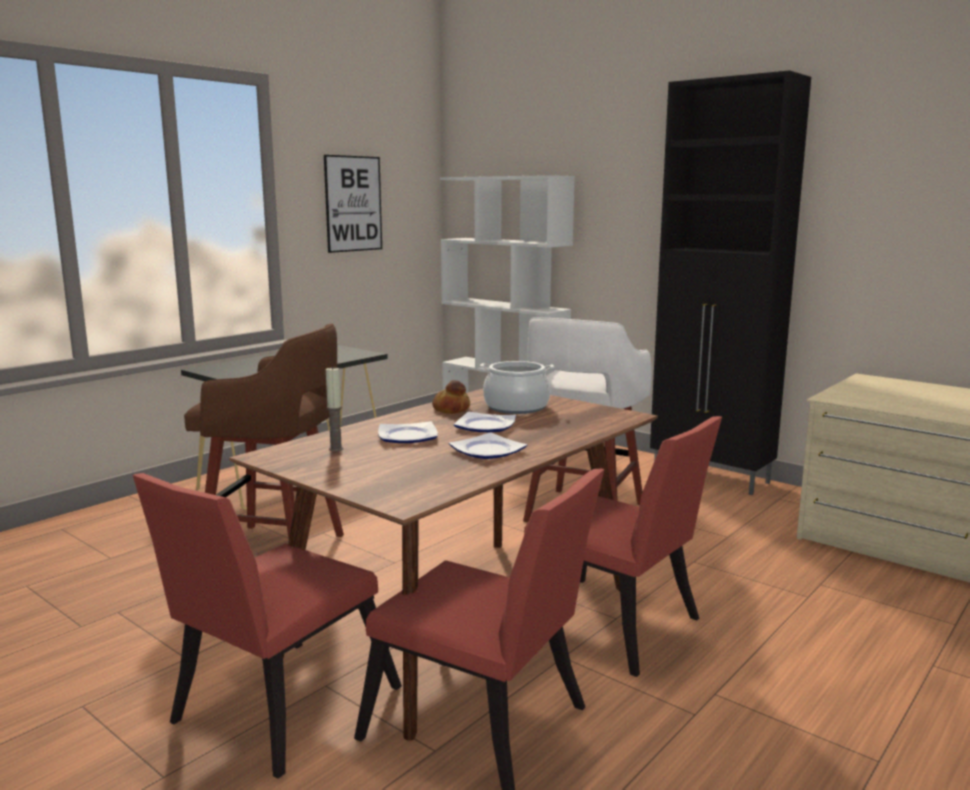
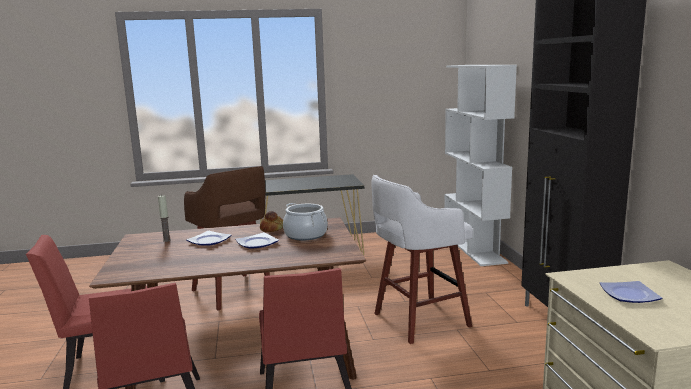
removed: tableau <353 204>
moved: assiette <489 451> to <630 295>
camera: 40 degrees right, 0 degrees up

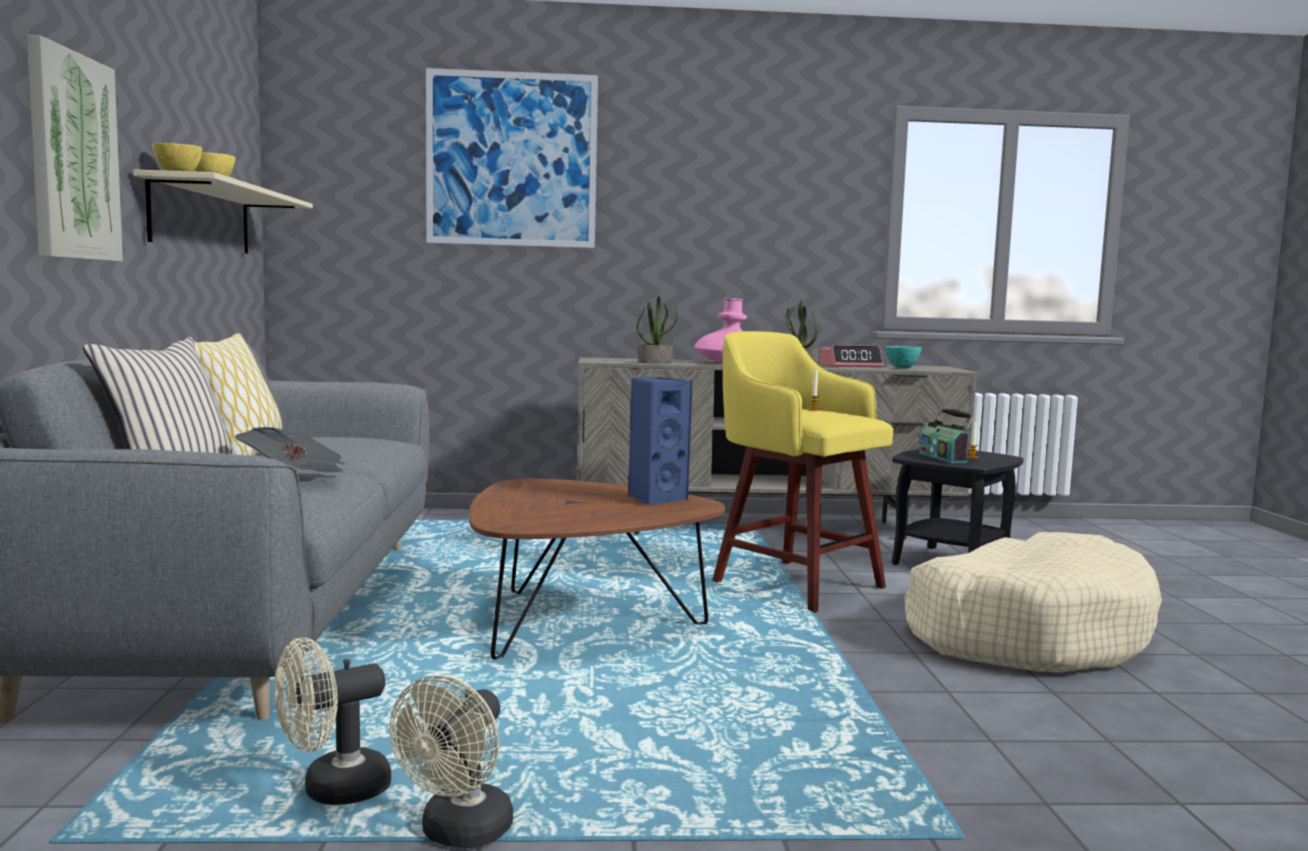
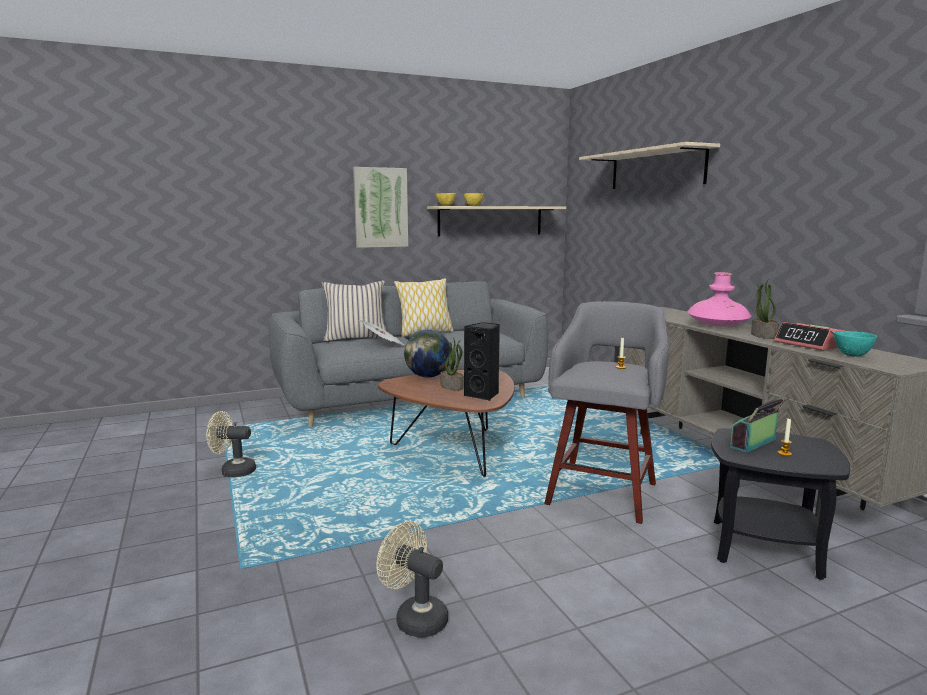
removed: panier pour chien (beige) <1027 633>
added: globe <428 377>
moved: ventilateur (beige) <333 791> to <414 618>; plante en pot <655 362> to <452 387>
replaced: tableau <512 159> to étagère (beige) <656 169>
recoloured: enceinte (bleu) <655 498> to enceinte (noir) <483 395>; tabouret (jaune) <794 583> to tabouret (gris) <603 491>
camera: 70 degrees right, 5 degrees up

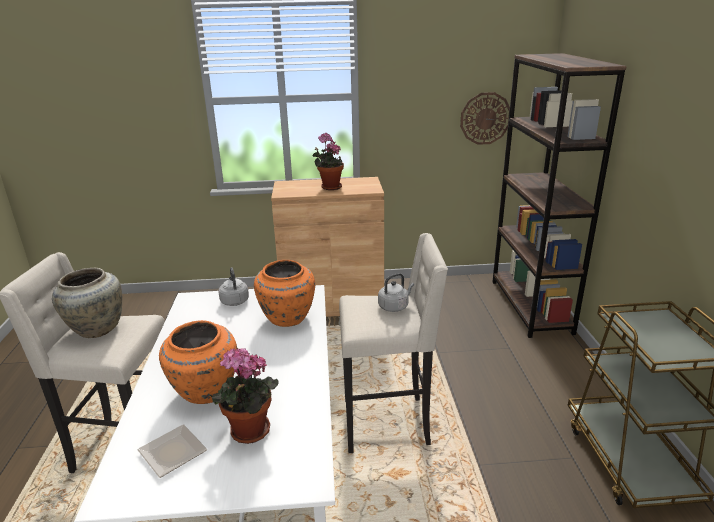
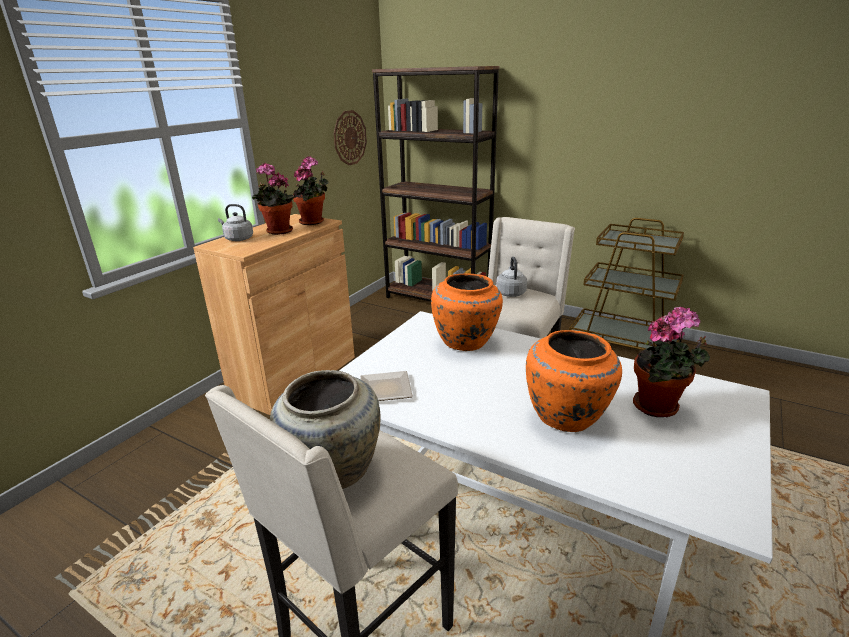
added: plante en pot <314 222>
moved: assiette <173 451> to <384 388>; bouilloire (gris) <234 300> to <238 239>
camera: 55 degrees left, 0 degrees up

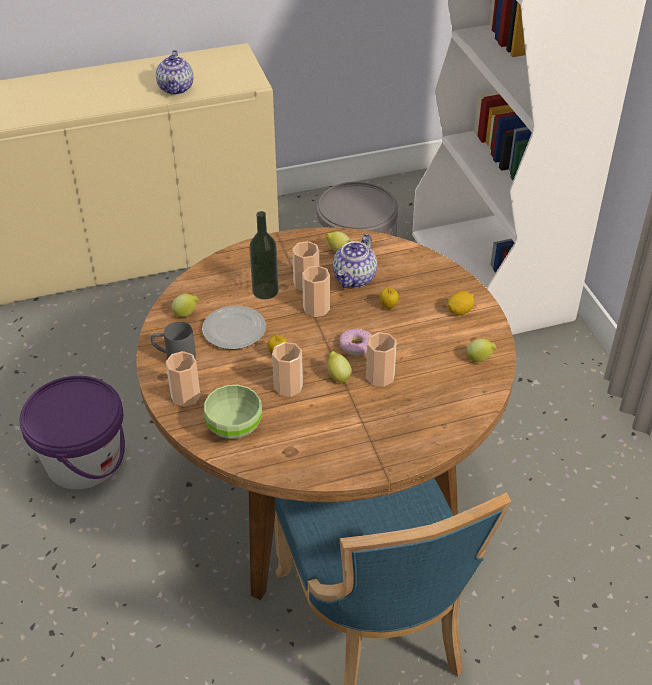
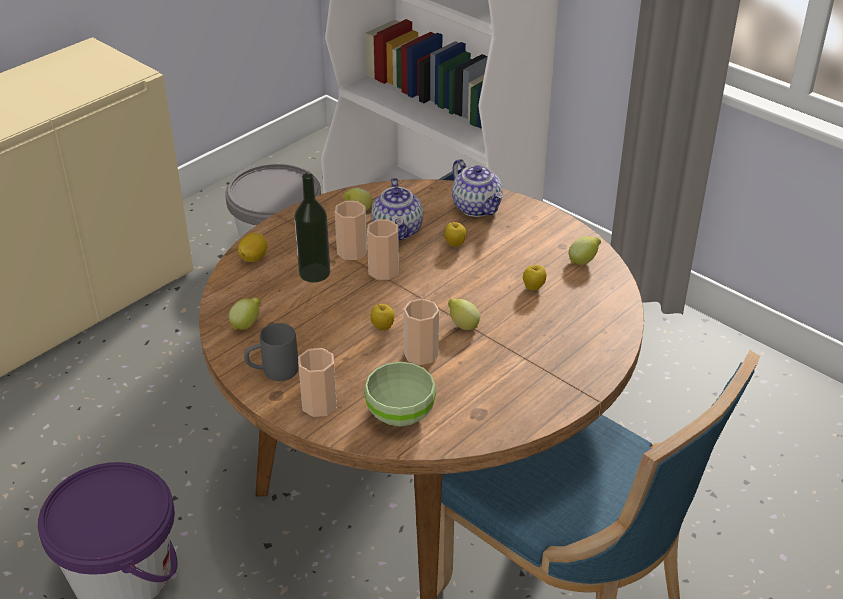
removed: assiette <233 330>; beignet <356 346>; tasse <380 376>
added: pomme <533 288>
moved: théière <176 88> to <477 207>; citron <459 311> to <253 257>
camera: 30 degrees left, 5 degrees down

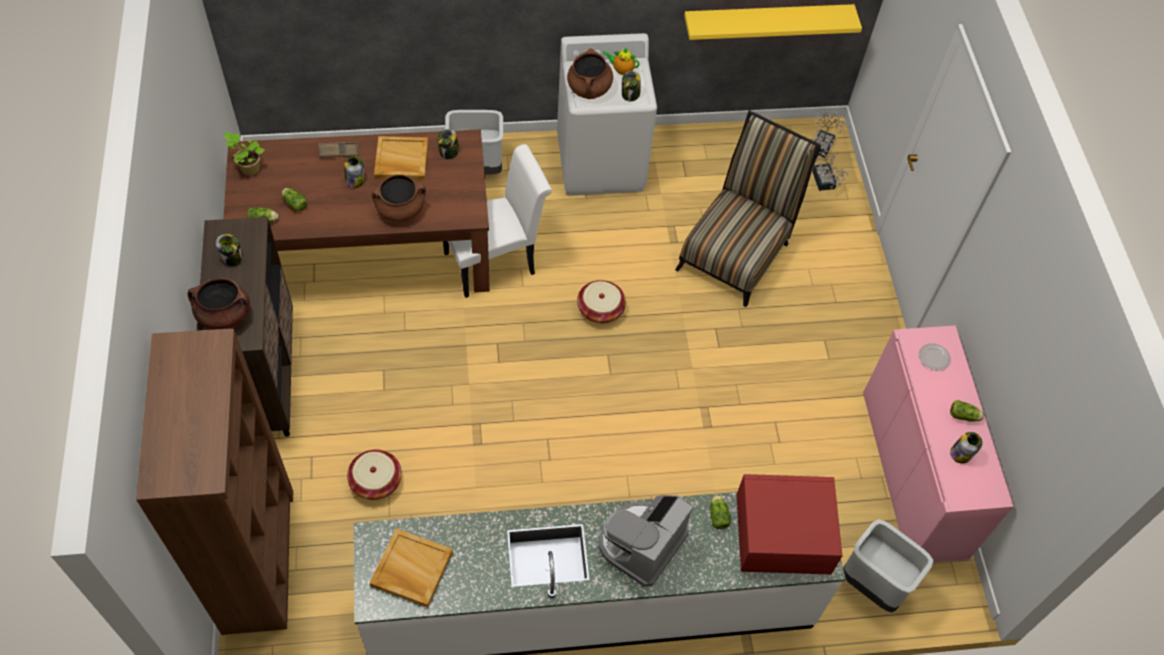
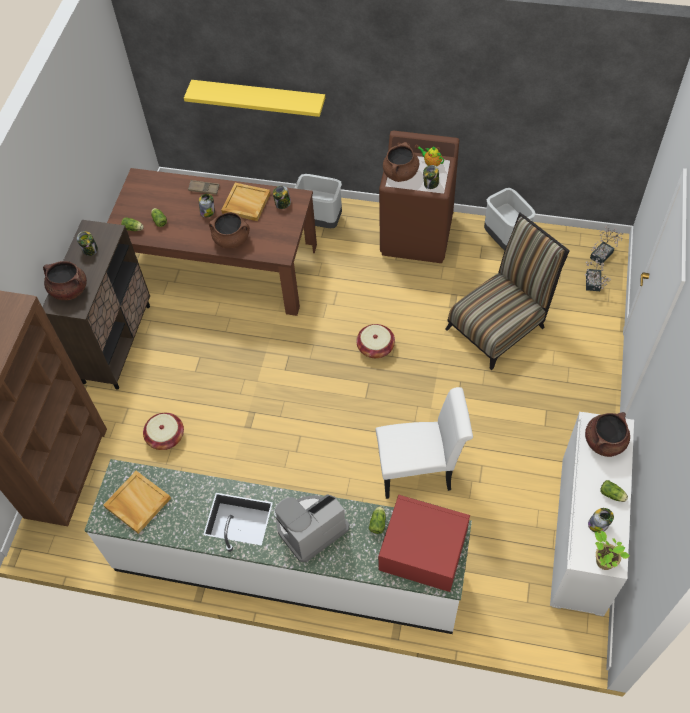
moved: plante en pot <249 168> to <603 560>; chaise (blanc) <496 261> to <420 470>; étagère (jaune) <767 19> to <259 96>; poubelle (gris) <874 584> to <506 240>
replaced: assiette <933 358> to marmite (marron) <604 441>
recoloured: lave-linge (blanc) <601 163> to lave-linge (marron) <417 235>; meuble de rangement (rose) <913 474> to meuble de rangement (blanc) <581 534>
camera: 25 degrees right, 0 degrees up

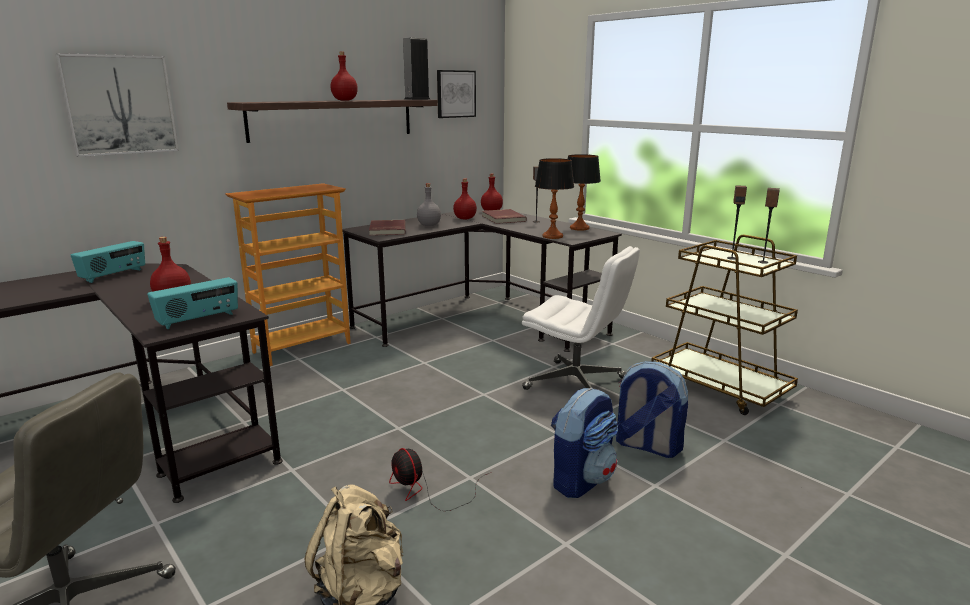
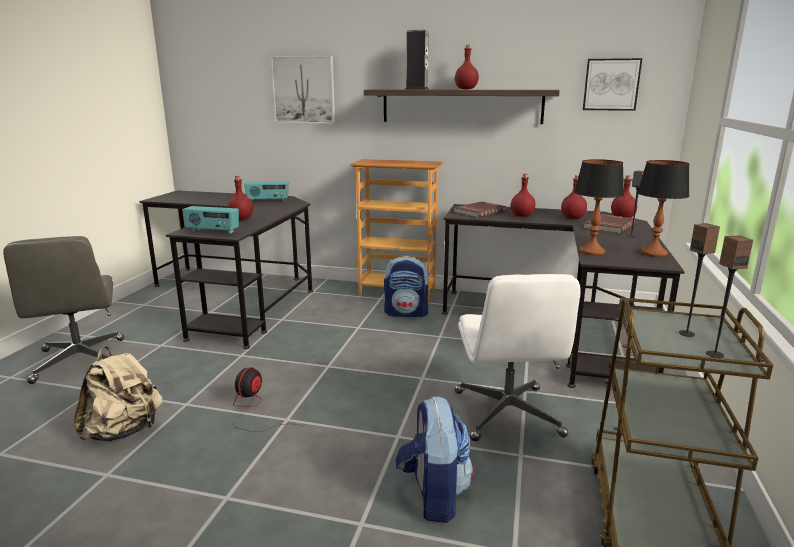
moved: enceinte <417 99> to <416 89>; sac à dos <581 479> to <407 313>
recoloured: bouteille (gris) <429 225> to bouteille (rouge) <522 216>
camera: 55 degrees right, 0 degrees up

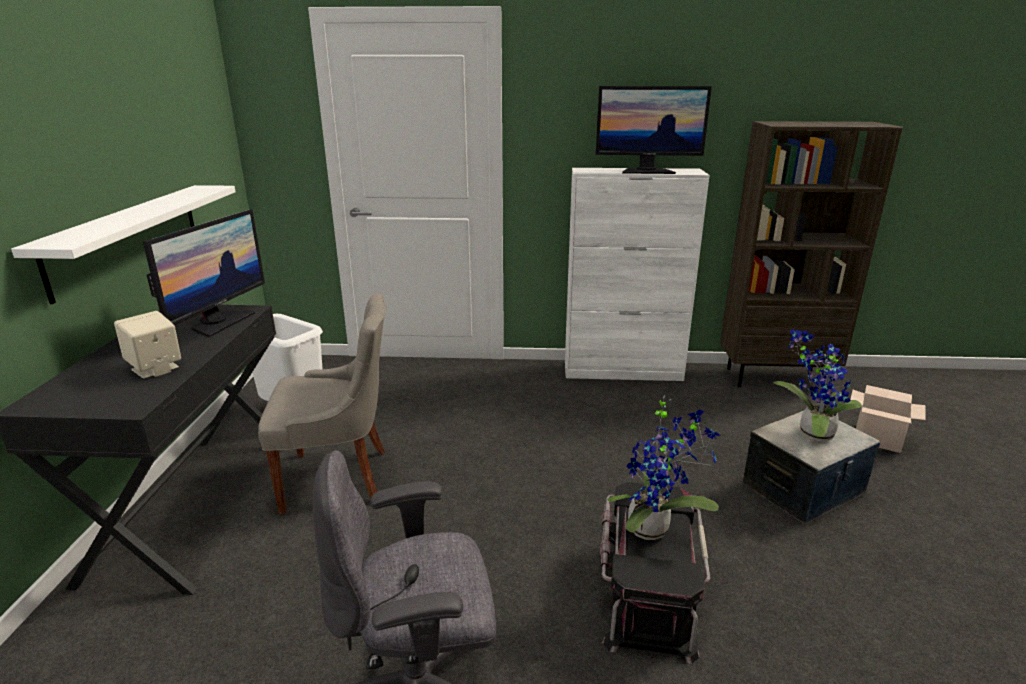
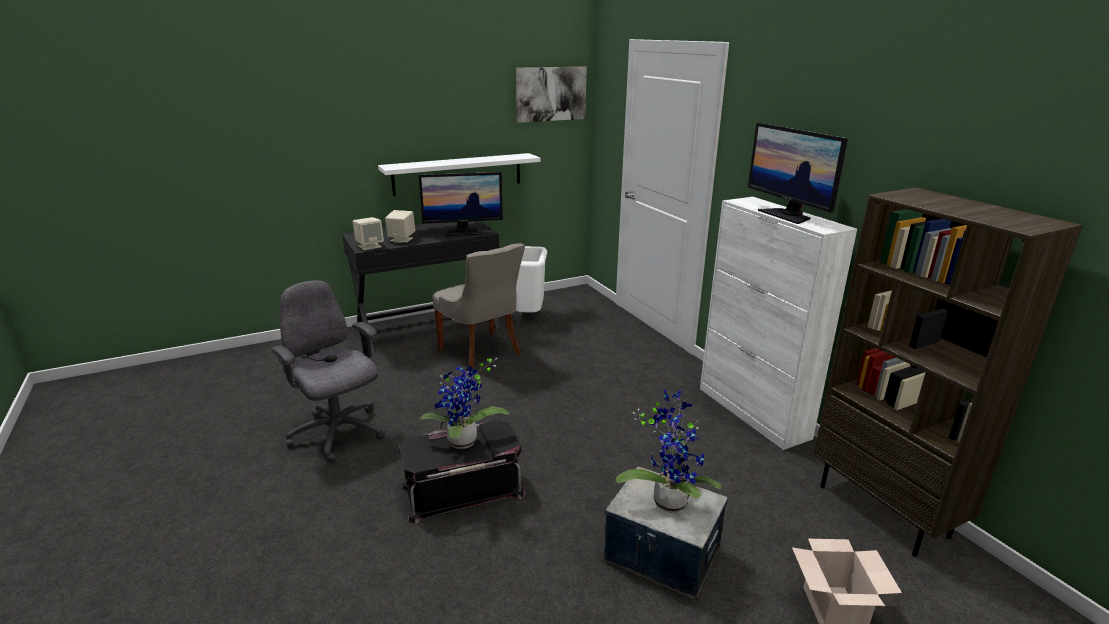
added: enceinte (beige) <369 246>; tableau <550 94>
camera: 60 degrees right, 0 degrees up

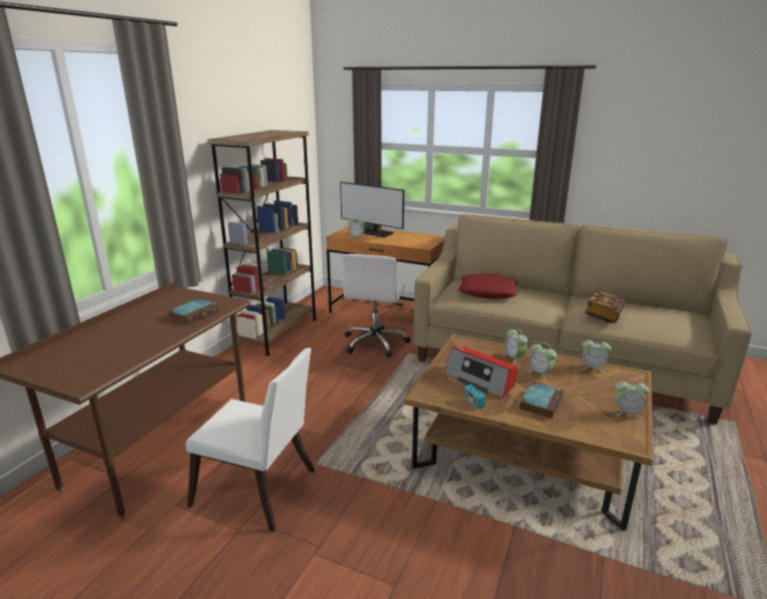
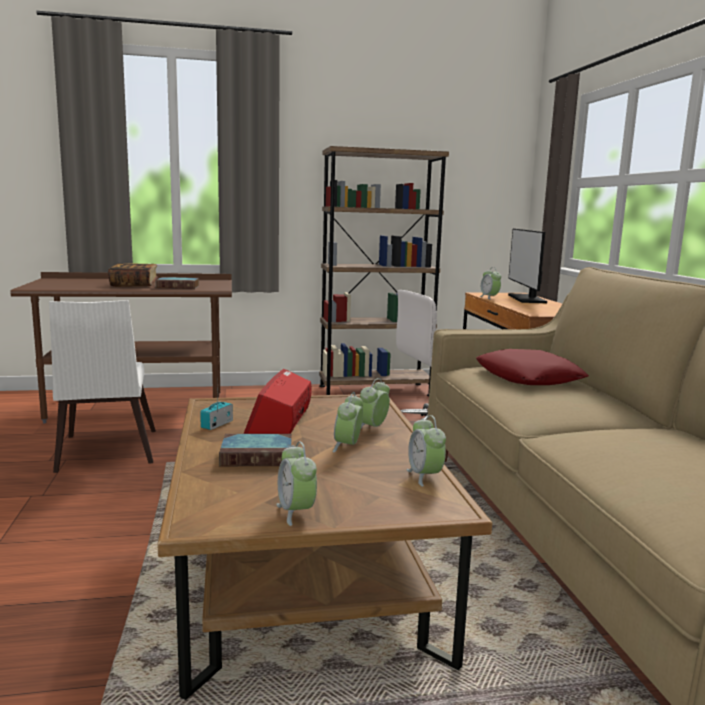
moved: livre <603 315> to <134 285>
camera: 55 degrees right, 10 degrees down

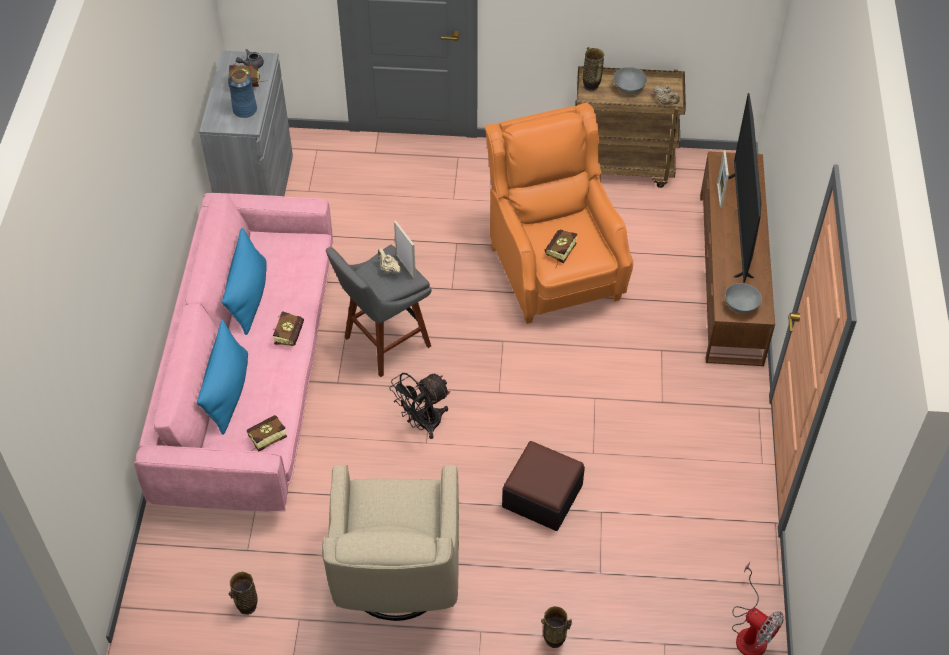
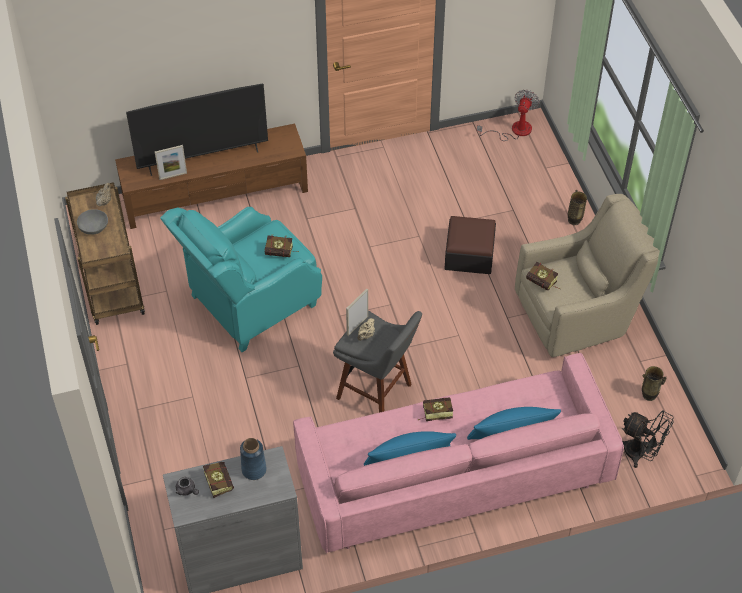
removed: vase <591 86>; bol (gris) <741 306>
moved: livre <264 440> to <543 284>; ventilateur (noir) <423 423> to <640 454>
recoloured: fauteuil (orange) <553 269> to fauteuil (turquoise) <250 303>
camera: 110 degrees left, 0 degrees up

